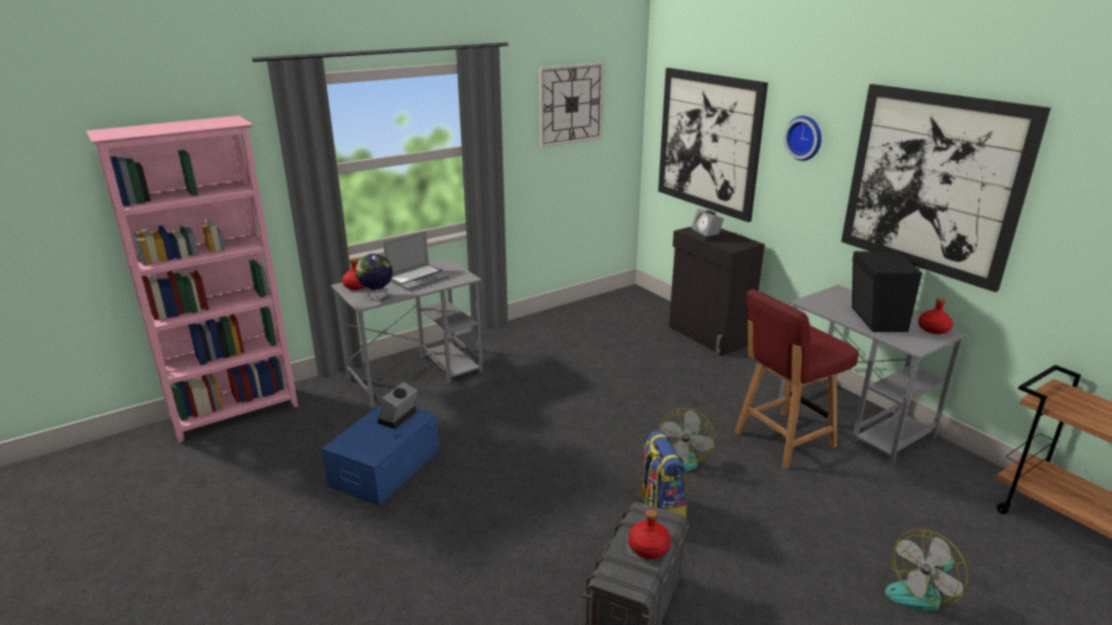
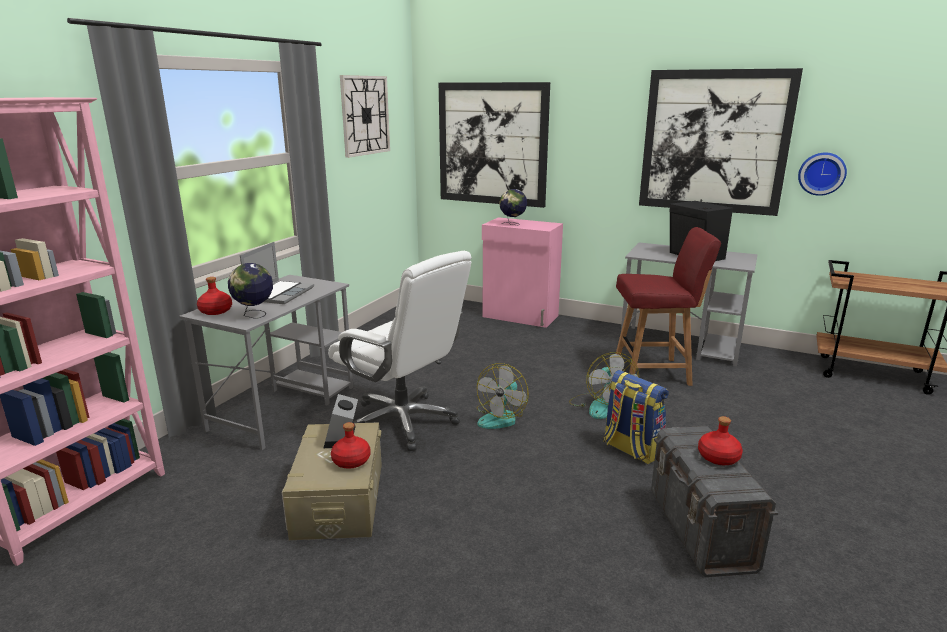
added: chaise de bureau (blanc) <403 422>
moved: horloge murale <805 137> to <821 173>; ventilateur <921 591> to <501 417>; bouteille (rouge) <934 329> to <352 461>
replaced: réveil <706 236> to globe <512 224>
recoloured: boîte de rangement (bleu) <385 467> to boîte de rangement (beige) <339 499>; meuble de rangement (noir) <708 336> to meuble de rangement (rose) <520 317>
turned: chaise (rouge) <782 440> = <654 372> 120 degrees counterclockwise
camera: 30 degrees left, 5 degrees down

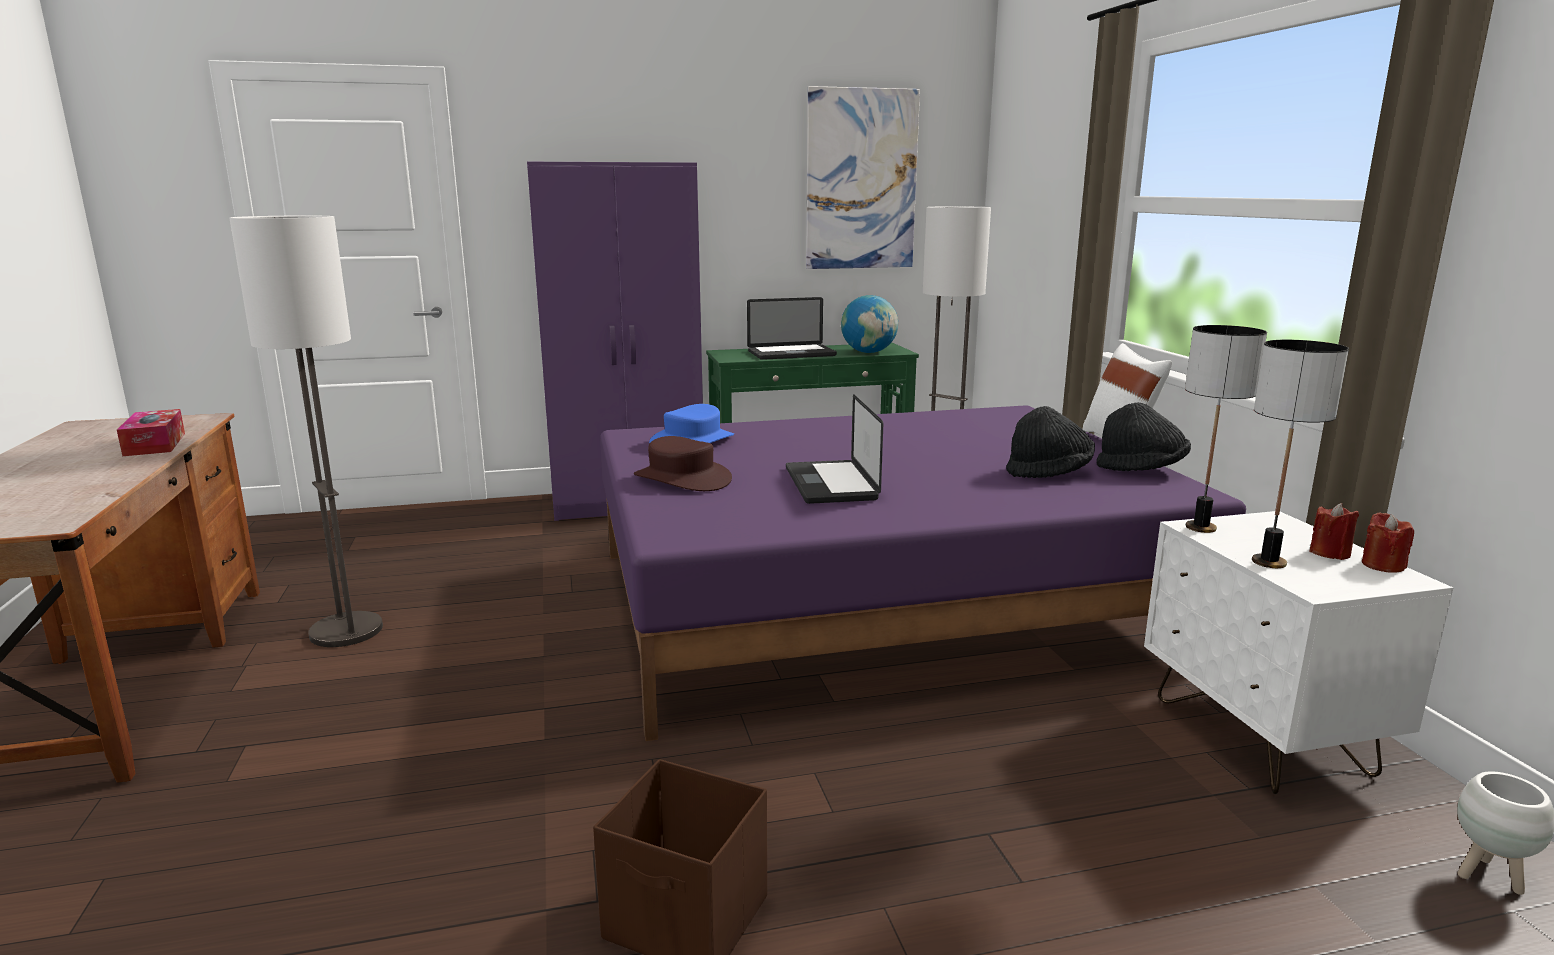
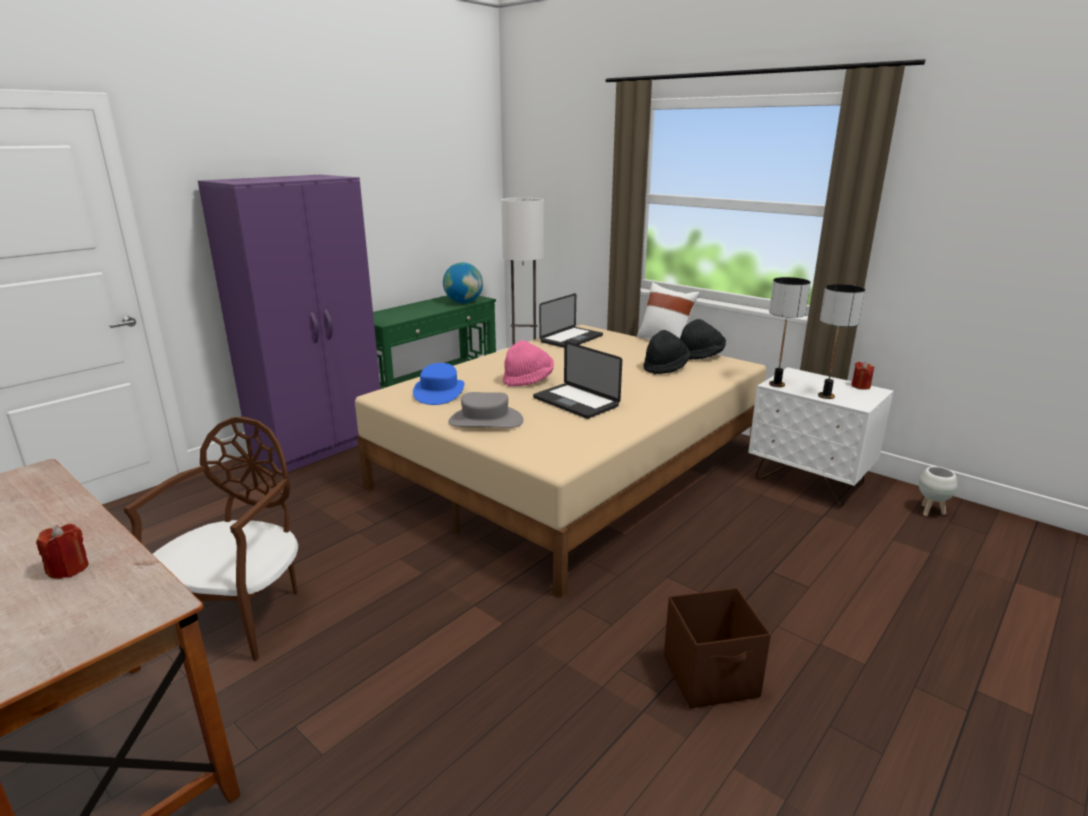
removed: boîte à mouchoirs <155 444>; tableau <861 180>
added: chapeau (rose) <528 380>
moved: ordinateur portable <791 354> to <571 339>; bougie (rouge) <1329 553> to <68 569>
replaced: lampadaire <347 631> to chaise (marron) <239 614>
recoloured: lit (violet) <879 602> to lit (beige) <572 468>; chapeau (marron) <682 479> to chapeau (gris) <485 421>
camera: 35 degrees left, 5 degrees up

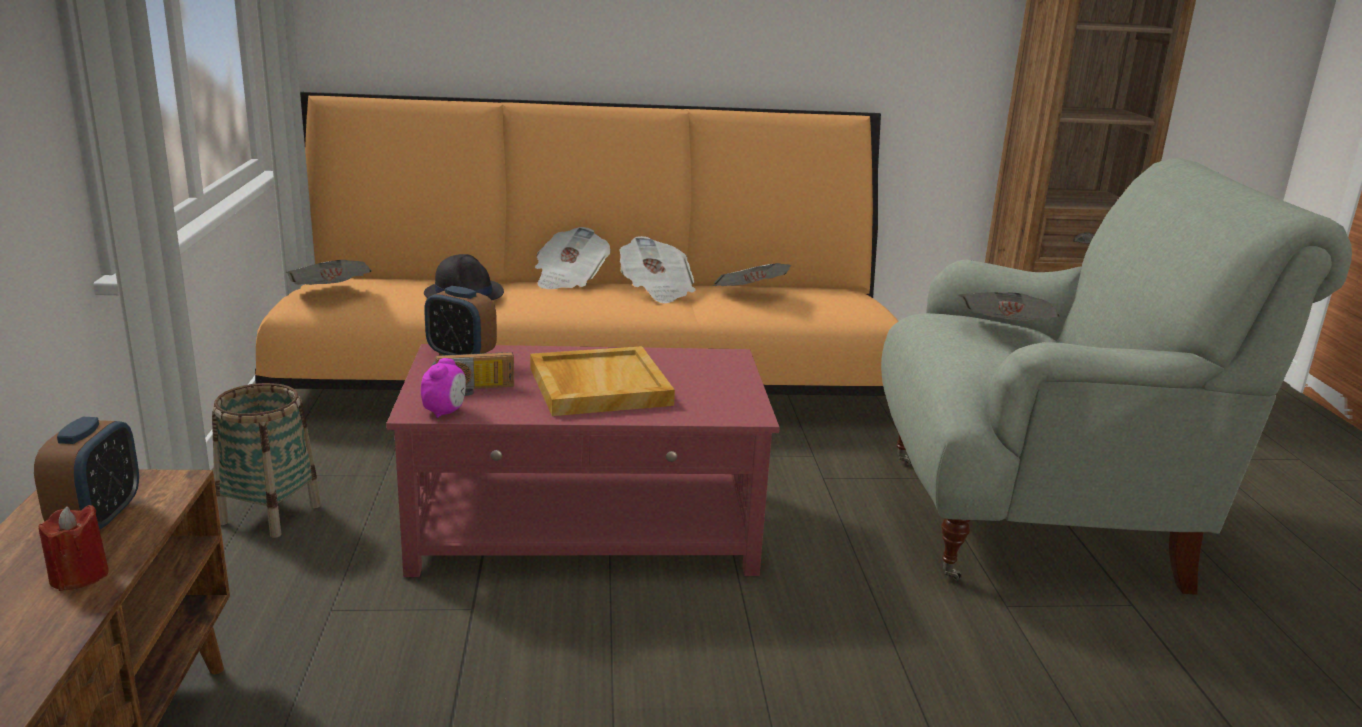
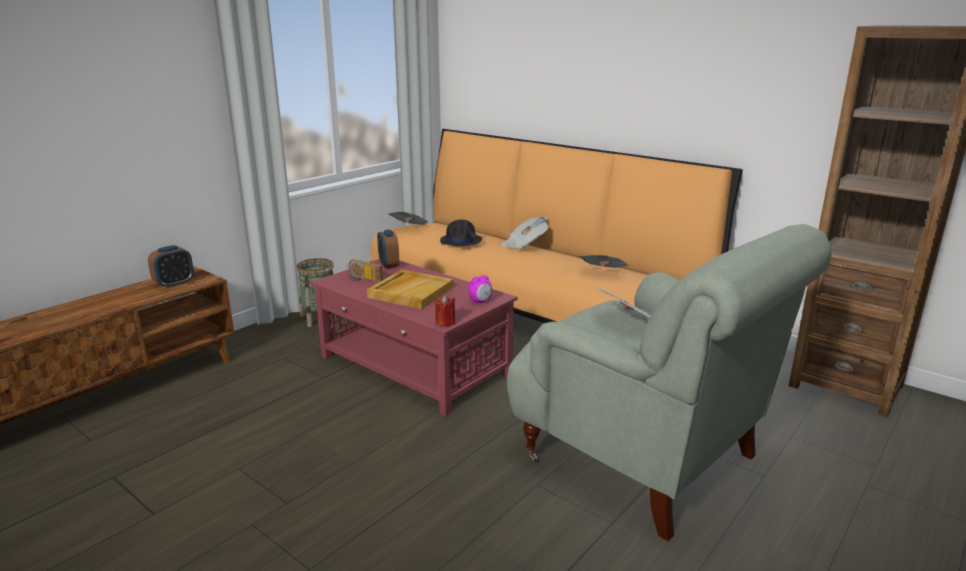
removed: journal <656 291>
moved: bougie (rouge) <79 576> to <445 322>; réveil <445 412> to <480 302>
camera: 45 degrees right, 0 degrees up

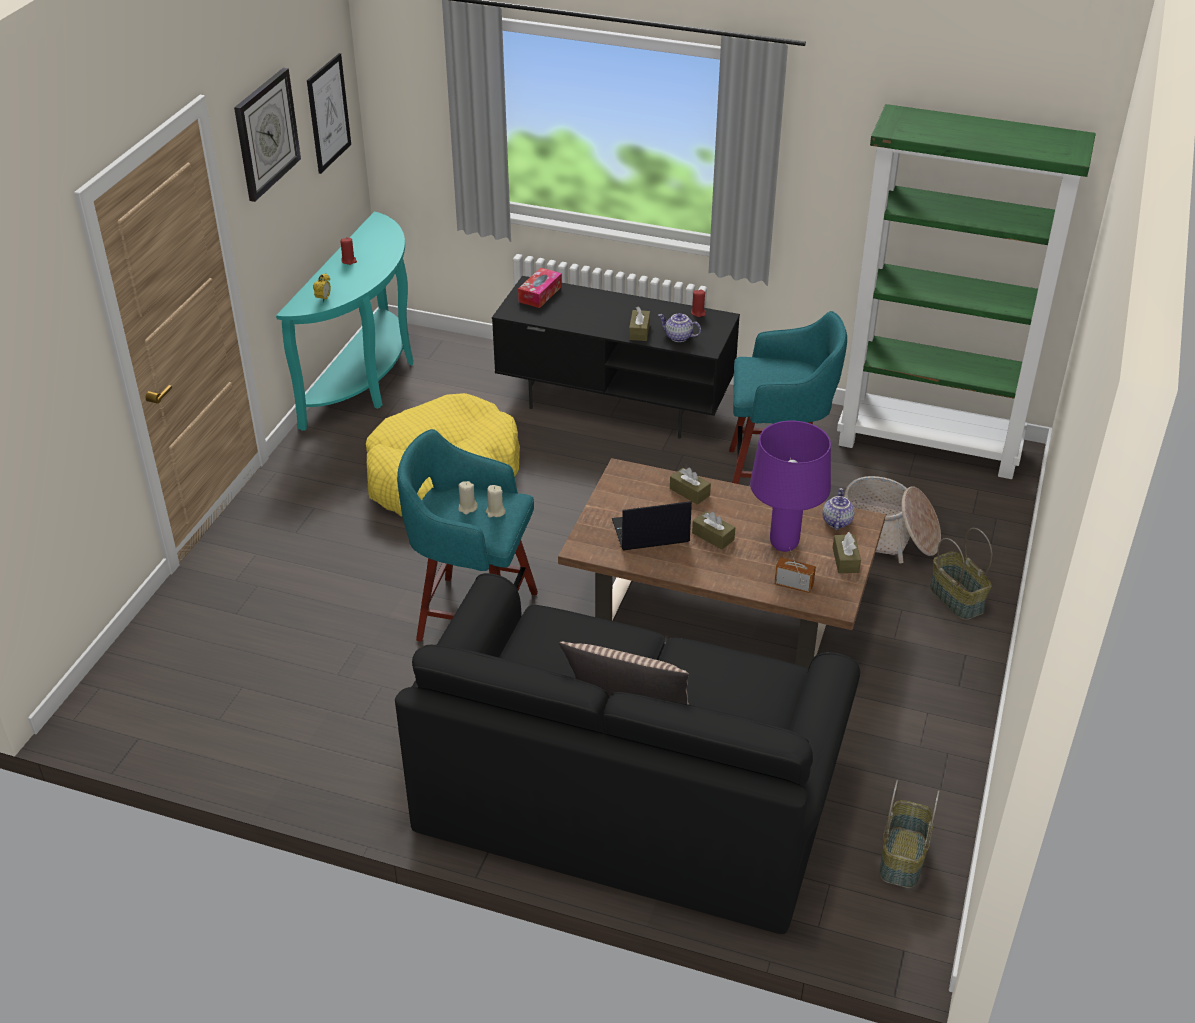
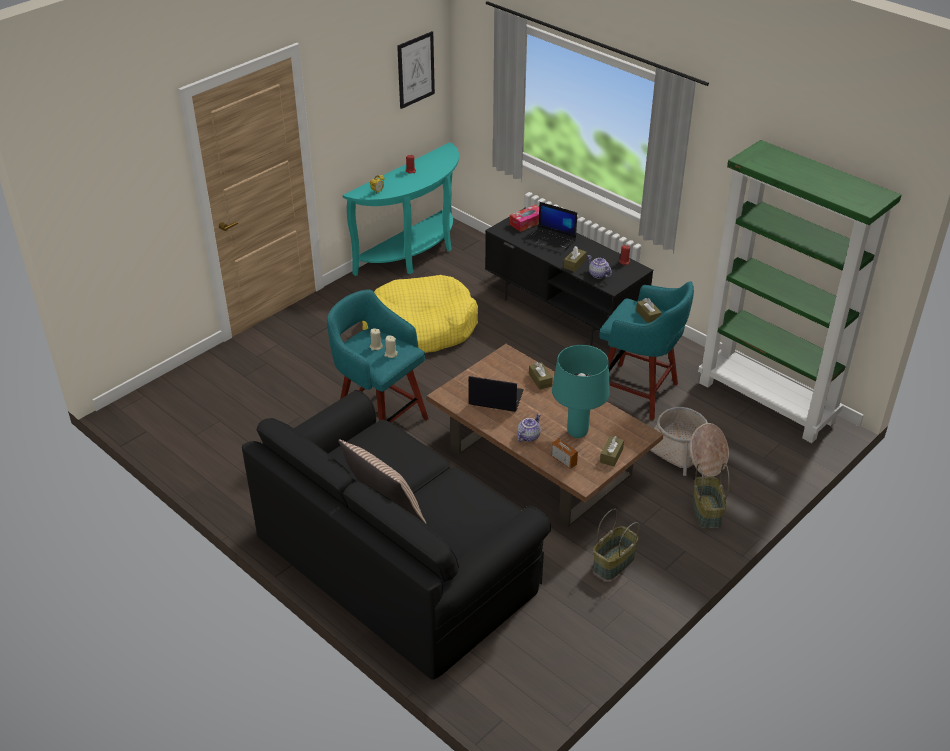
removed: horloge murale <266 134>
added: ordinateur portable <551 241>
moved: boîte à mouchoirs (marron) <713 536> to <648 316>; théière <836 521> to <528 436>; panier <903 858> to <614 563>
recoloured: lampe de table (violet) <784 545> to lampe de table (turquoise) <577 433>
camera: 25 degrees right, 0 degrees up

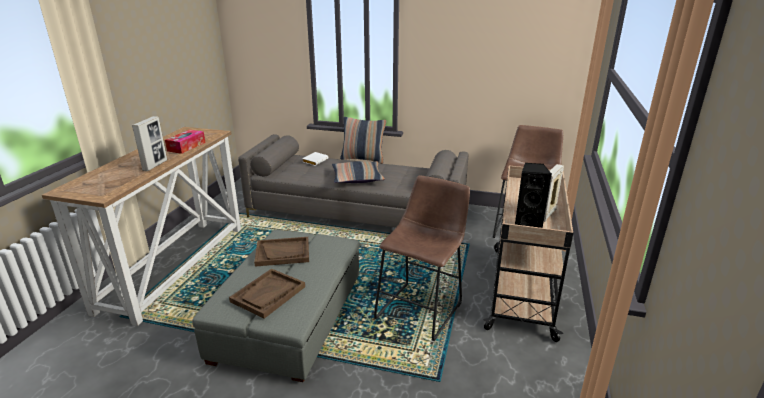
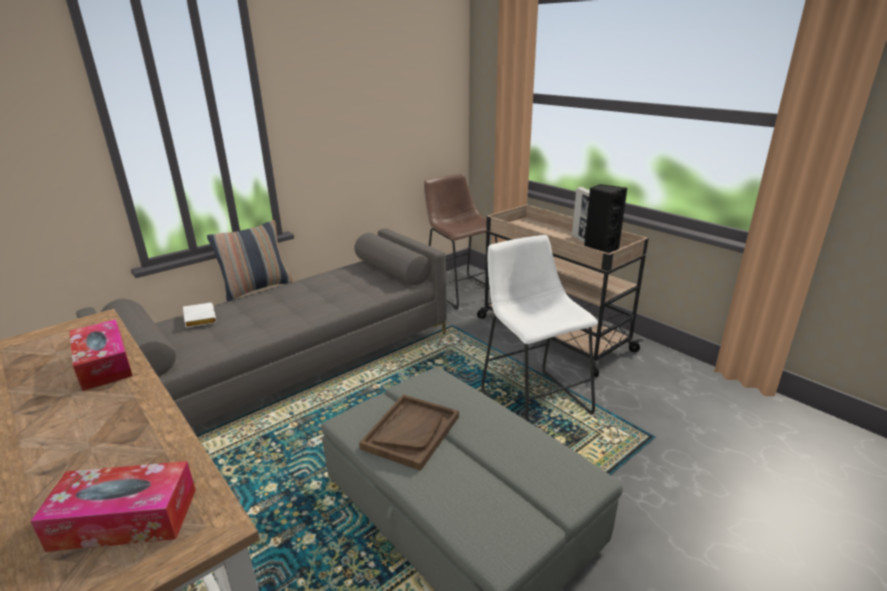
removed: cadre photo <155 165>; plateau (marron) <268 294>; coussin <357 178>
added: boîte à mouchoirs <125 519>
recoloured: tabouret (marron) <422 308> to tabouret (blanc) <532 399>
camera: 55 degrees left, 0 degrees up

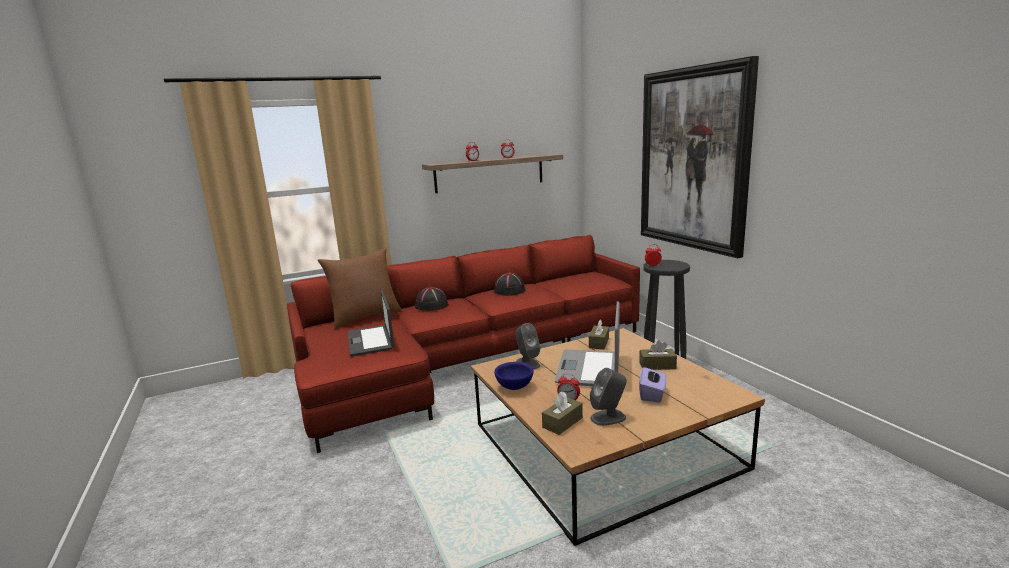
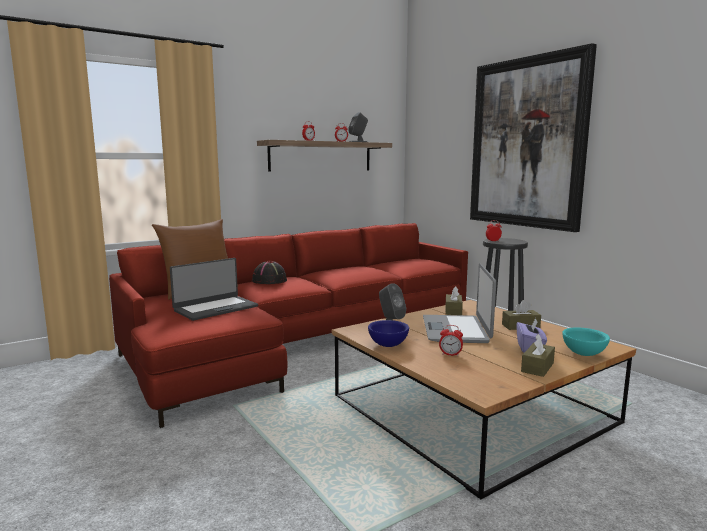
removed: chapeau (noir) <510 290>
added: bol (turquoise) <583 354>
moved: boîte à mouchoirs (marron) <562 422> to <537 367>; enceinte (gris) <608 417> to <358 142>
turned: ordinateur portable <371 340> = <215 308> 105 degrees counterclockwise
camera: 10 degrees left, 5 degrees down

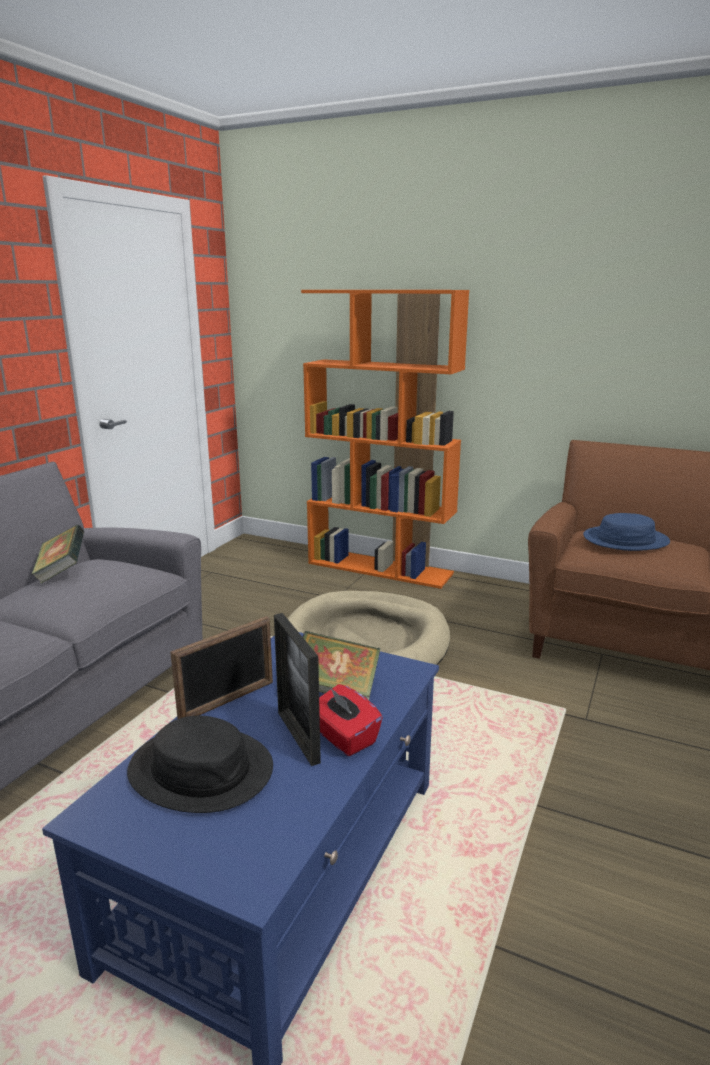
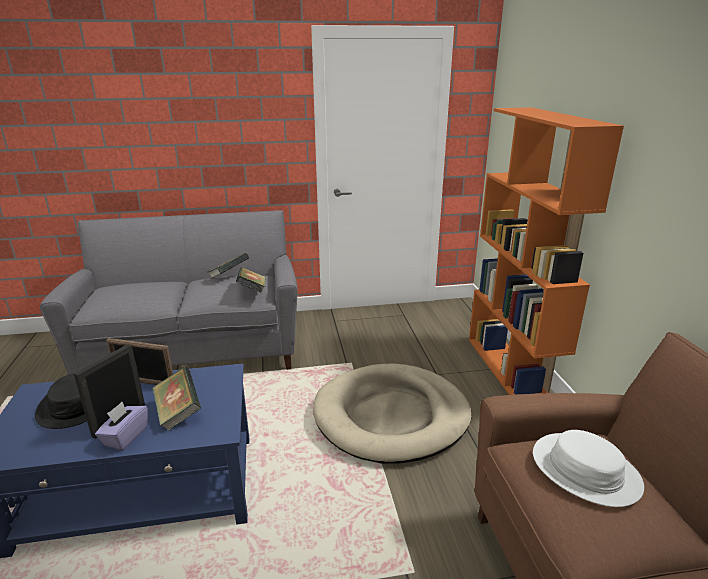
added: livre <252 291>
recoloured: boîte à mouchoirs (rouge) <344 737> to boîte à mouchoirs (violet) <125 436>; chapeau (bleu) <625 540> to chapeau (blanc) <585 470>
camera: 55 degrees right, 5 degrees up

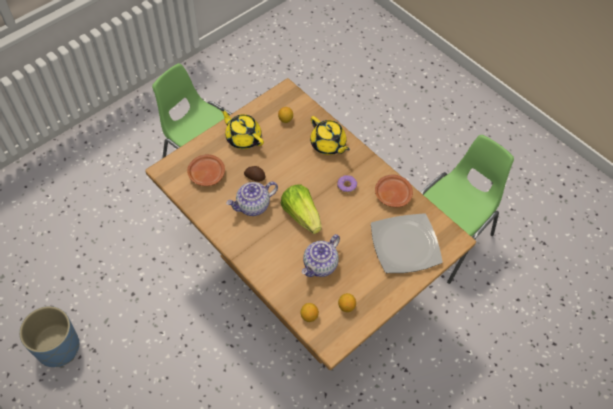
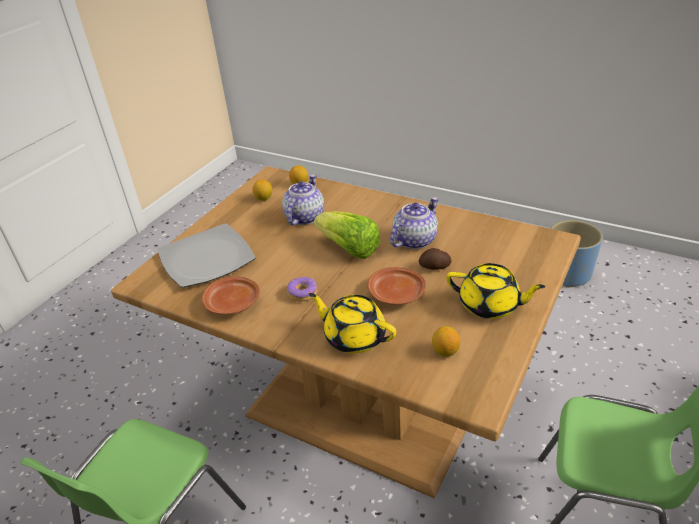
moved: assiette (marron) <206 174> to <397 294>
camera: 165 degrees right, 20 degrees down

